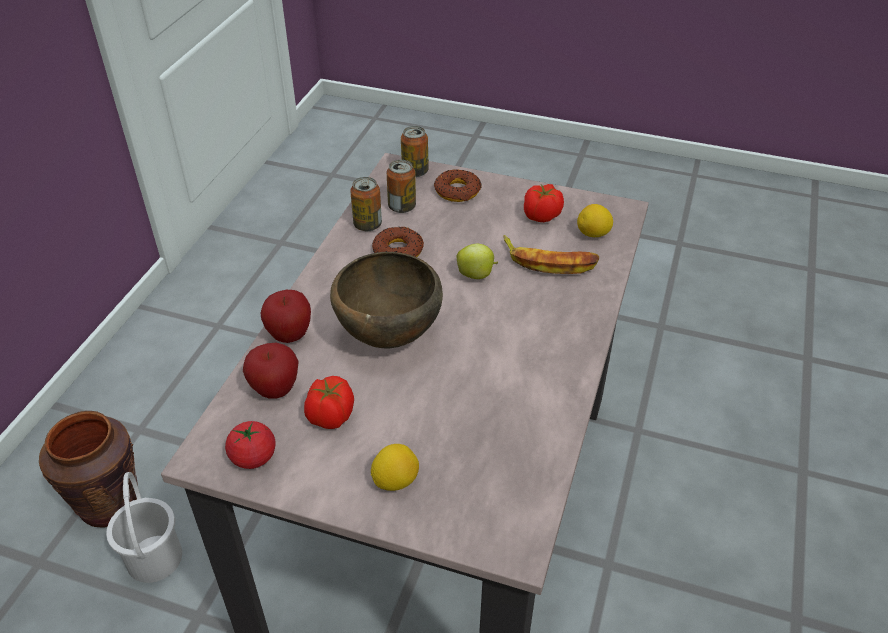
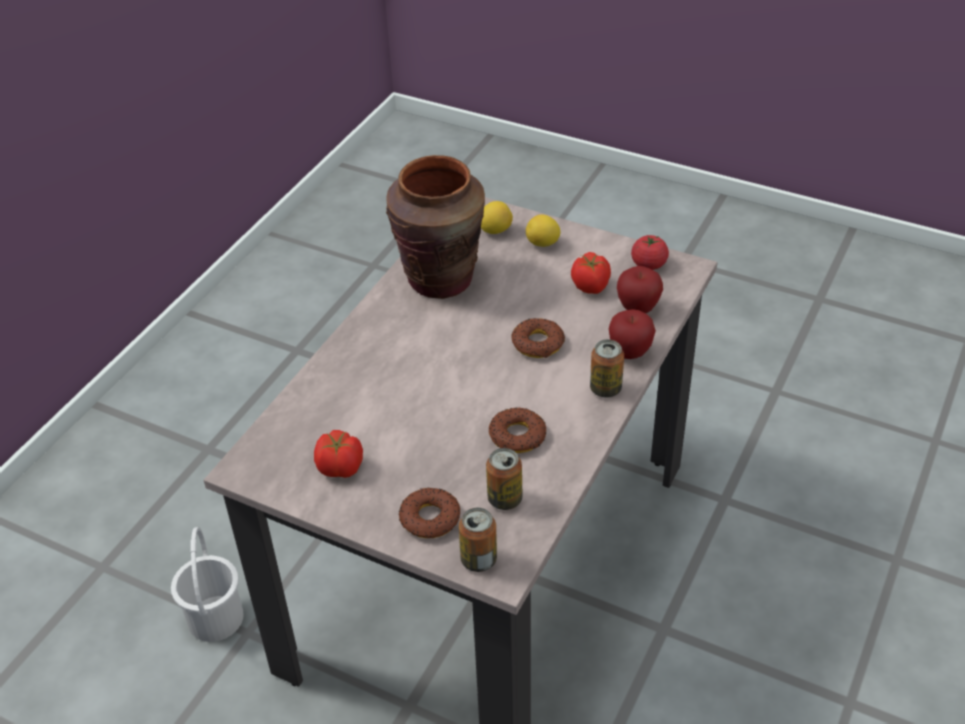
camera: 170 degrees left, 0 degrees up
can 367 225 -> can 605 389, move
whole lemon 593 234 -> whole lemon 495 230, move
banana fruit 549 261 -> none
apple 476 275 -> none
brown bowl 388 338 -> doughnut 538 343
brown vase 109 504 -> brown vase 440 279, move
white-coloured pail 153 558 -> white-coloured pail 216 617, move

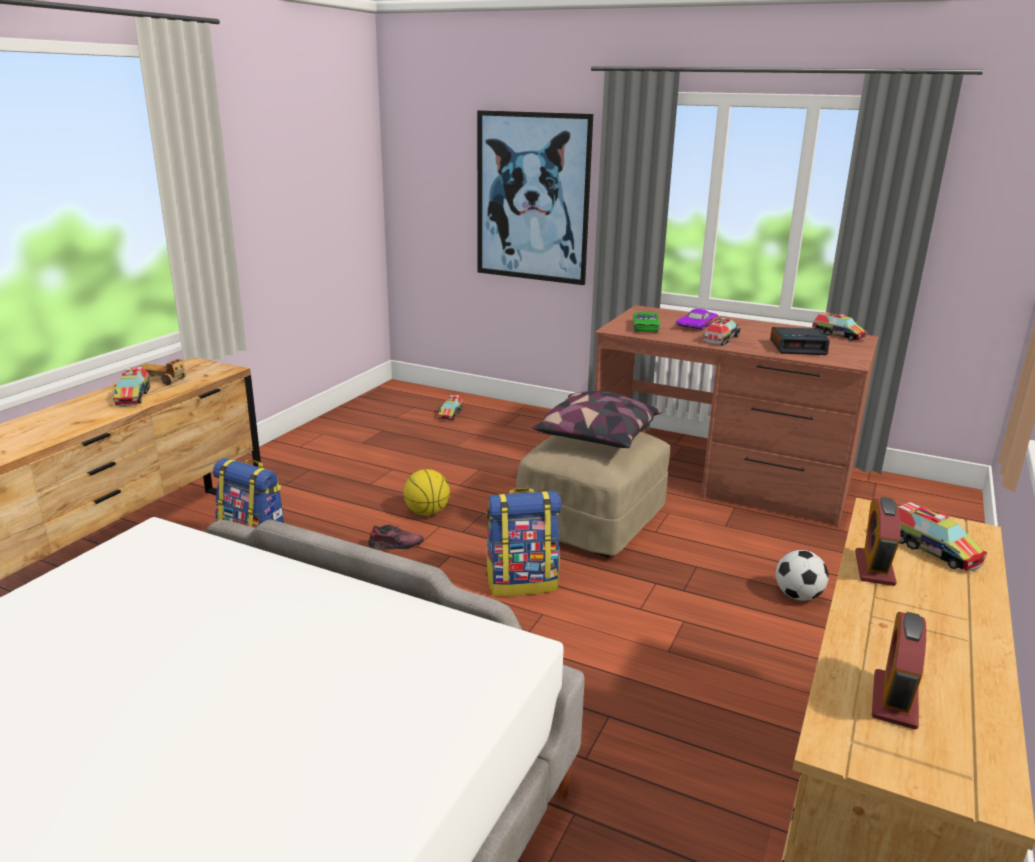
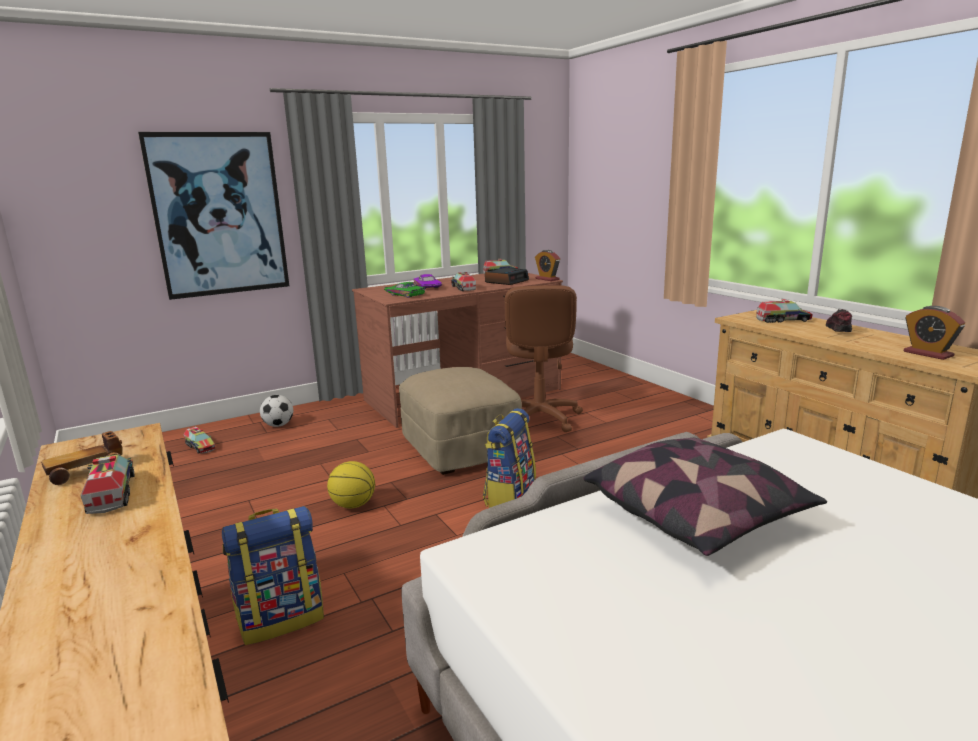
camera: 55 degrees left, 5 degrees down
toy lorry 133 396 -> toy lorry 112 493, 135 degrees counterclockwise
cushion 597 438 -> cushion 698 517, move
table clock 874 568 -> table clock 547 279, move
low shoe 395 545 -> low shoe 837 329, move
football 797 596 -> football 278 425, move
none -> brown computer chair 539 418

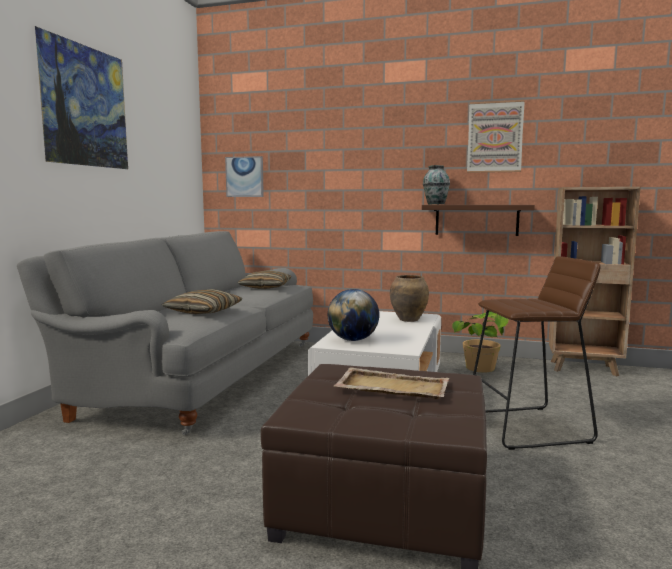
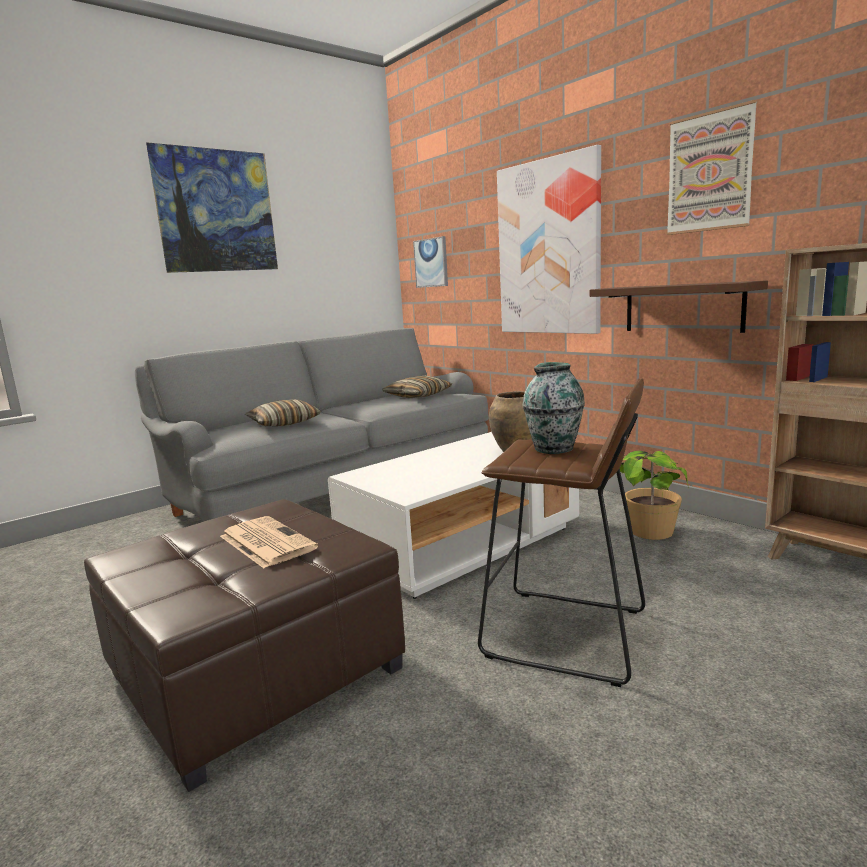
camera: 35 degrees right, 5 degrees up
vase 436 204 -> vase 554 449, move
globe 353 340 -> none
beige-coloured tray 391 387 -> daily paper 265 542
none -> picture 549 248

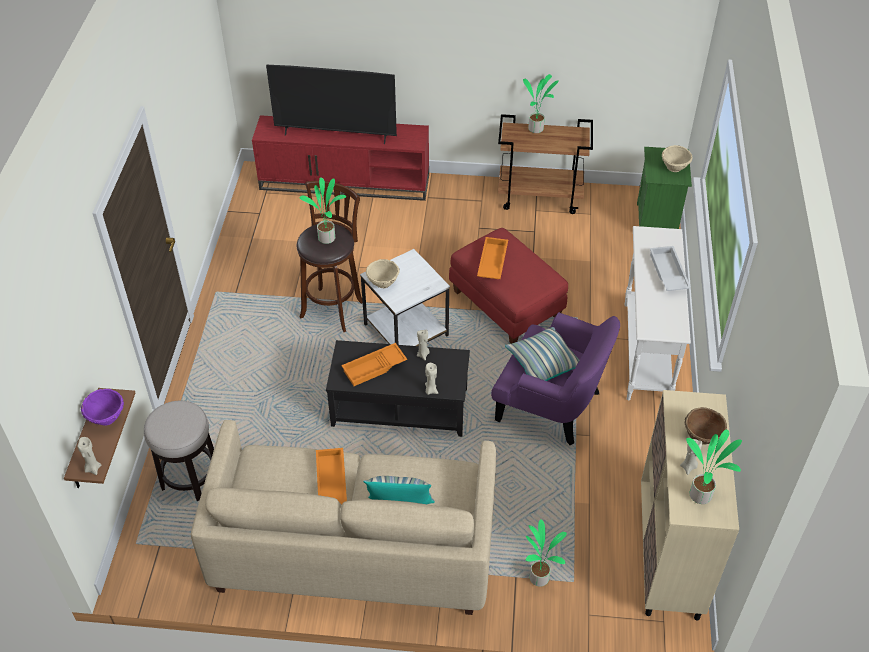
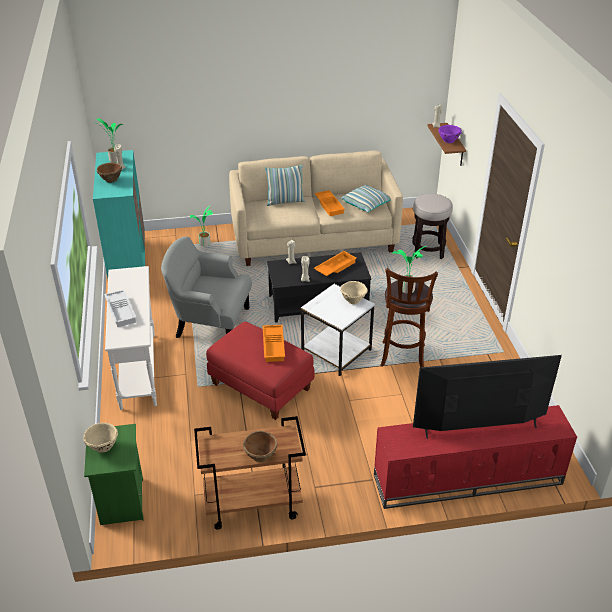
camera: 165 degrees right, 10 degrees down
potted plant 537 129 -> brown bowl 261 456
purplish armchair 551 405 -> gray armchair 210 323
cushion 543 362 -> cushion 366 204, move
beige-coloured cabinet 669 555 -> turquoise cabinet 128 263

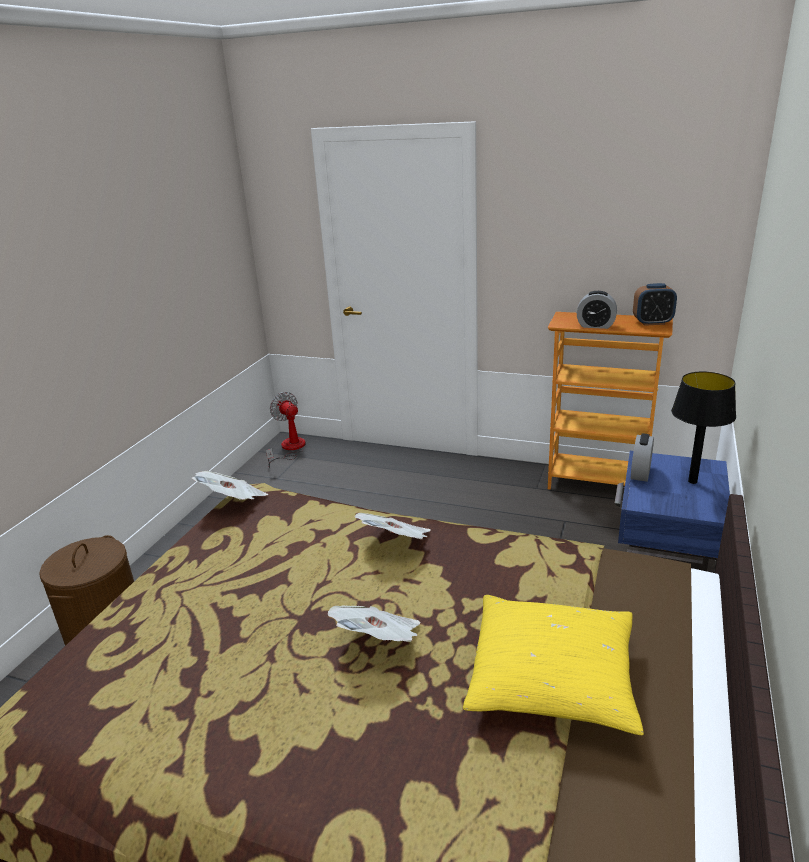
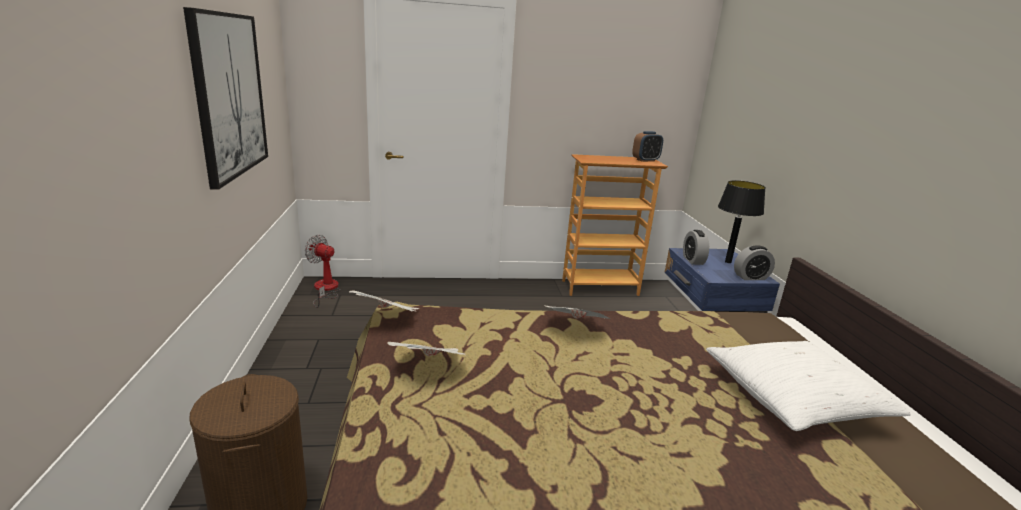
camera: 30 degrees left, 5 degrees down
table clock 595 326 -> table clock 750 277, move
yellow-coloured cushion 552 677 -> white-coloured cushion 794 398
daily paper 379 640 -> daily paper 430 366, move
none -> picture 229 95

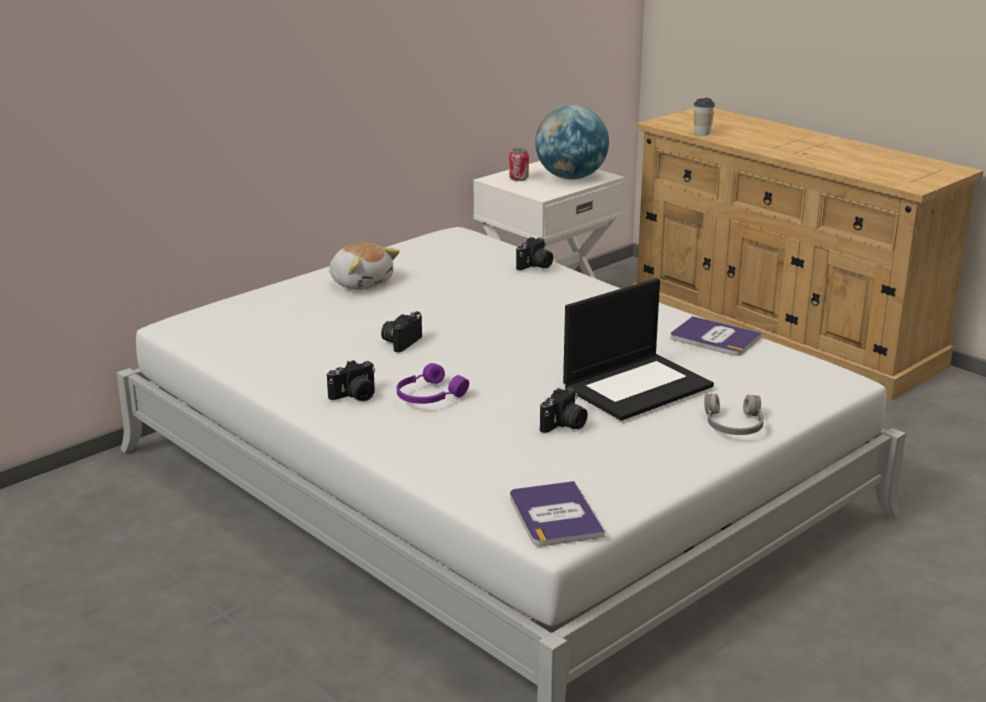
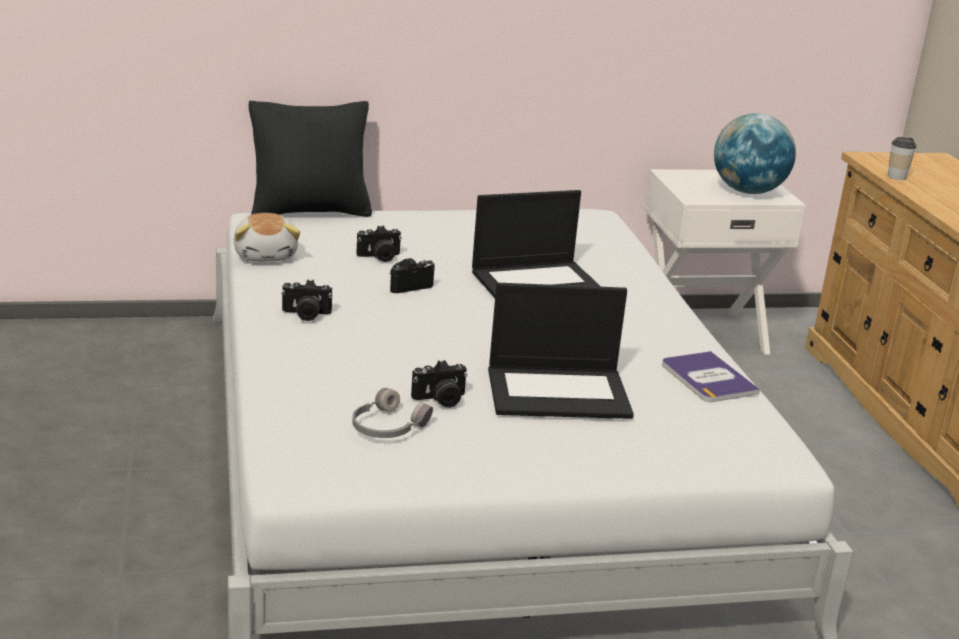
camera: 30 degrees right, 0 degrees up
can 518 178 -> none
still camera 535 266 -> still camera 379 257, move
plush toy 361 283 -> plush toy 266 255, move
purplish headset 428 396 -> none
gray headset 732 425 -> gray headset 387 427, move
book 555 515 -> none
none -> black-coloured cushion 310 212
none -> portable computer 537 282

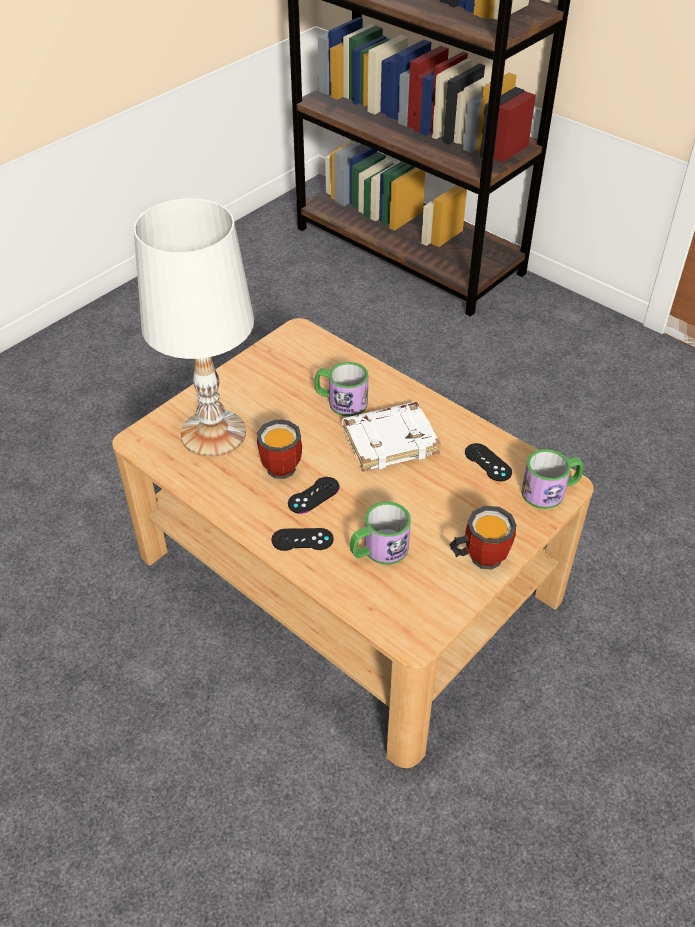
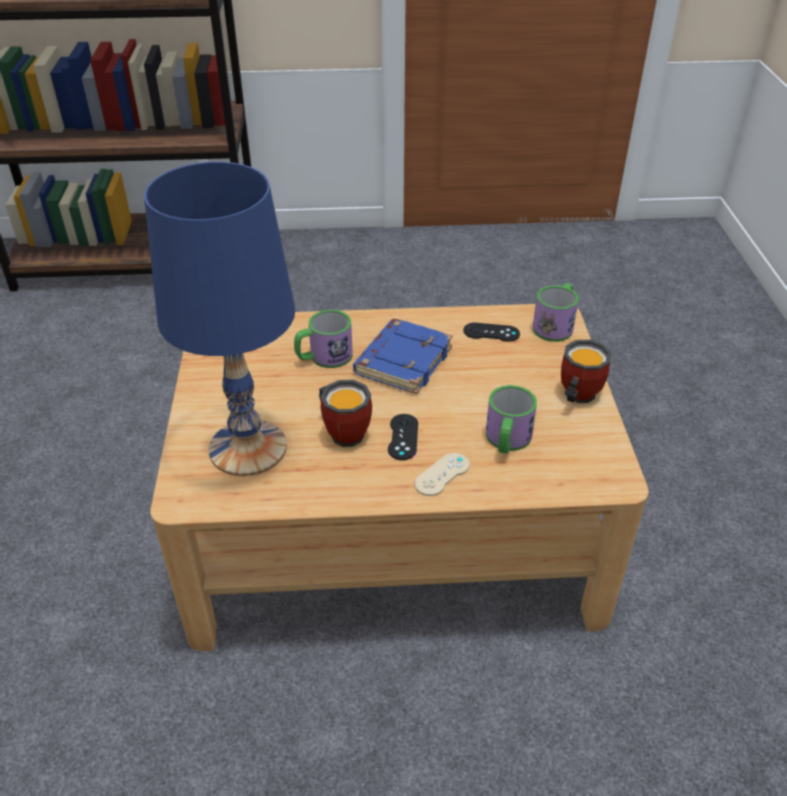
camera: 45 degrees left, 5 degrees down
white-coloured lamp for a table 214 433 -> blue lamp for a table 248 447
white-coloured book 390 440 -> blue book 402 360
black-coloured game controller 302 540 -> beige-coloured game controller 442 474

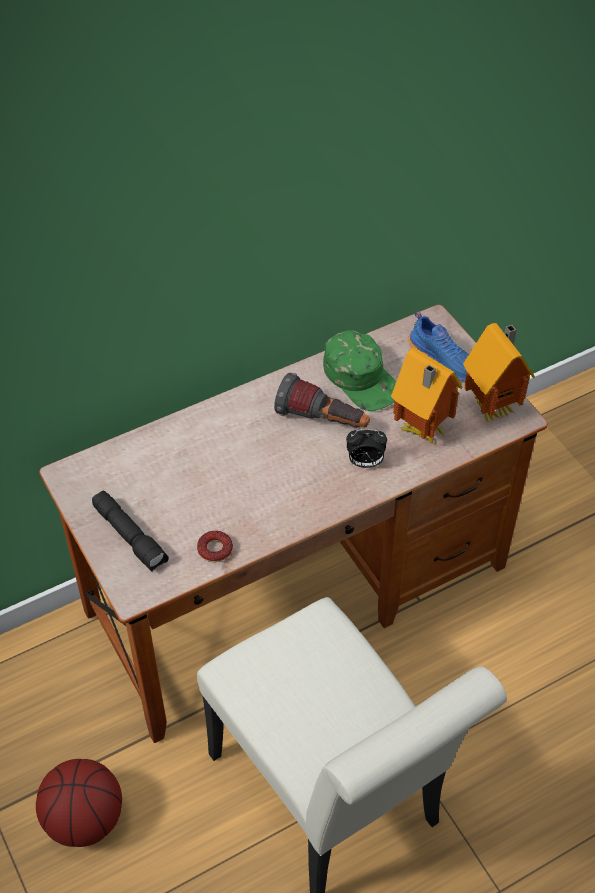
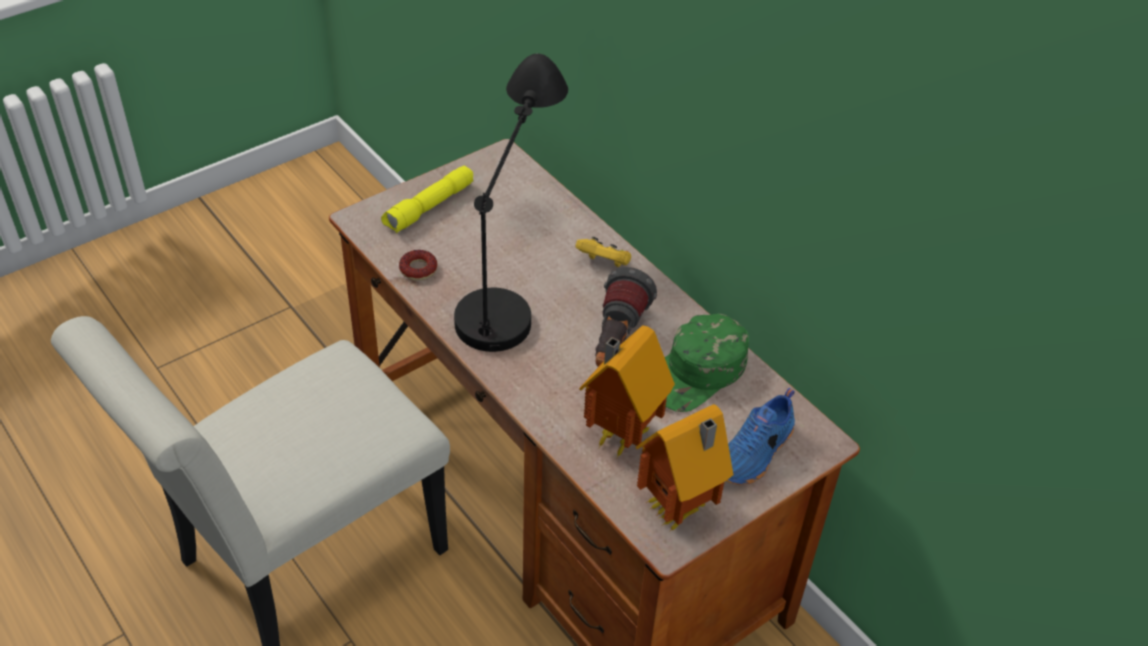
camera: 80 degrees right, 5 degrees down
table clock 365 463 -> none
black-coloured hand torch 131 536 -> yellow-coloured hand torch 429 208
basketball 84 818 -> none
none -> black-coloured lamp for a table 511 277
none -> yellow-coloured game controller 604 263

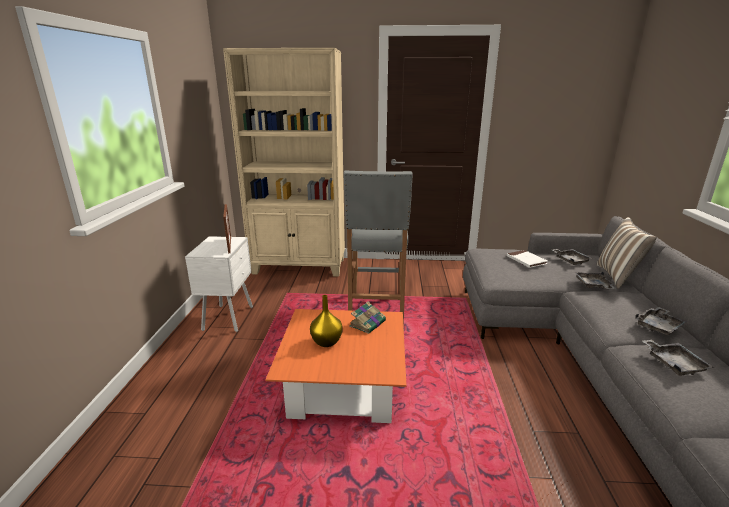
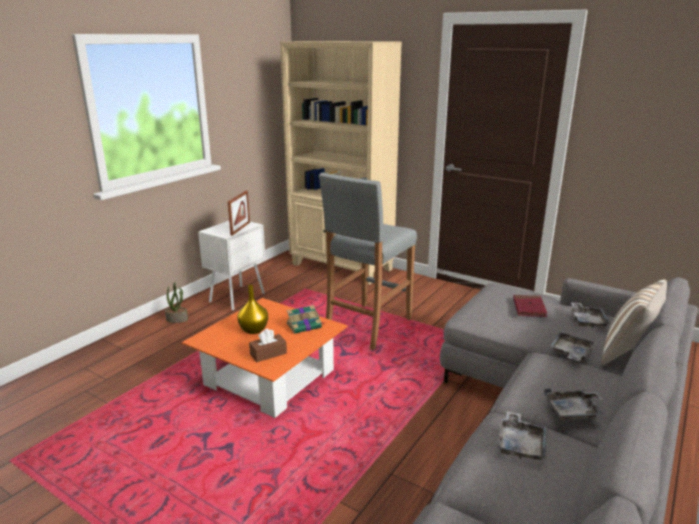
camera: 30 degrees right, 0 degrees up
white-coloured book 526 260 -> red book 529 308
none -> potted plant 177 319
none -> brown tissue box 268 354

